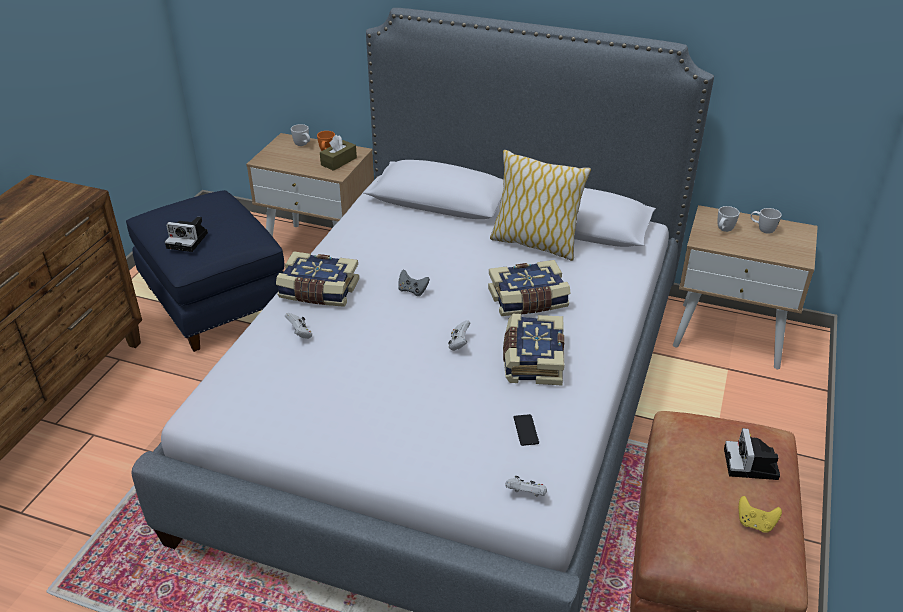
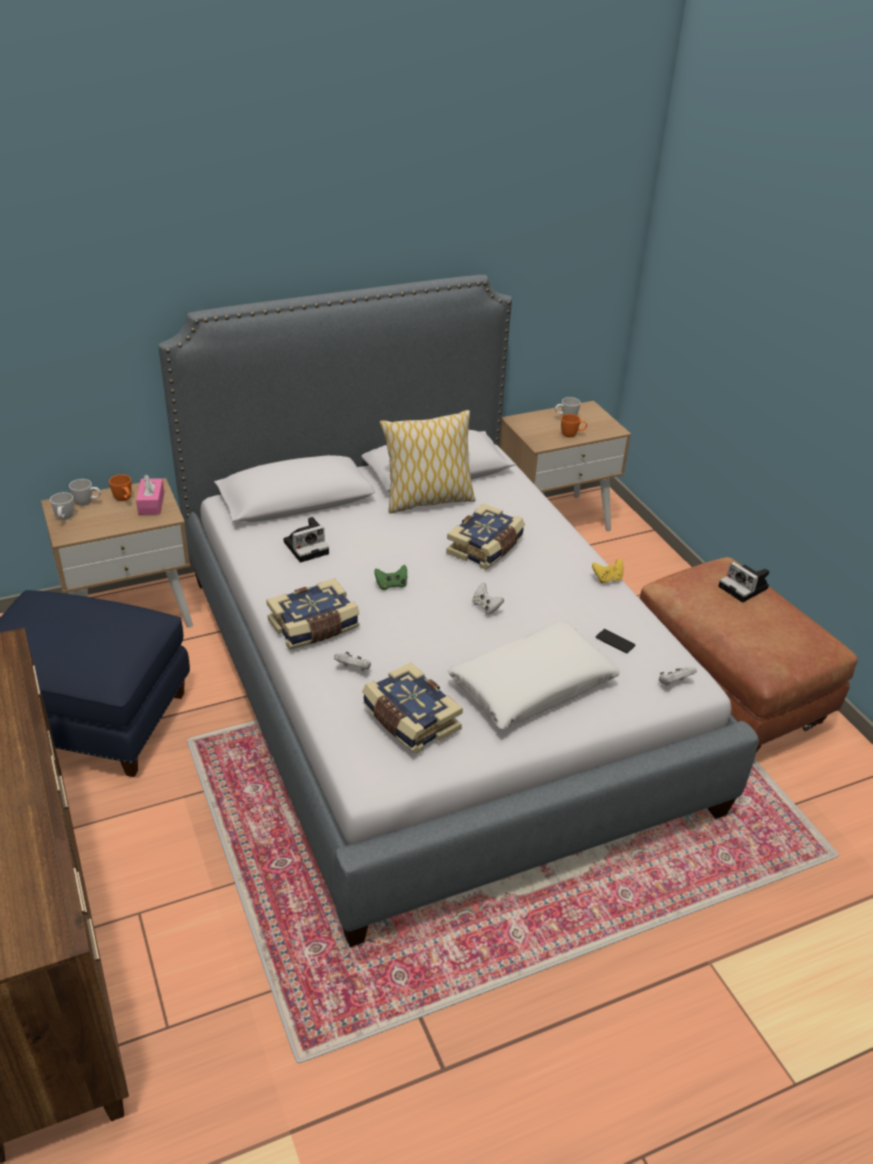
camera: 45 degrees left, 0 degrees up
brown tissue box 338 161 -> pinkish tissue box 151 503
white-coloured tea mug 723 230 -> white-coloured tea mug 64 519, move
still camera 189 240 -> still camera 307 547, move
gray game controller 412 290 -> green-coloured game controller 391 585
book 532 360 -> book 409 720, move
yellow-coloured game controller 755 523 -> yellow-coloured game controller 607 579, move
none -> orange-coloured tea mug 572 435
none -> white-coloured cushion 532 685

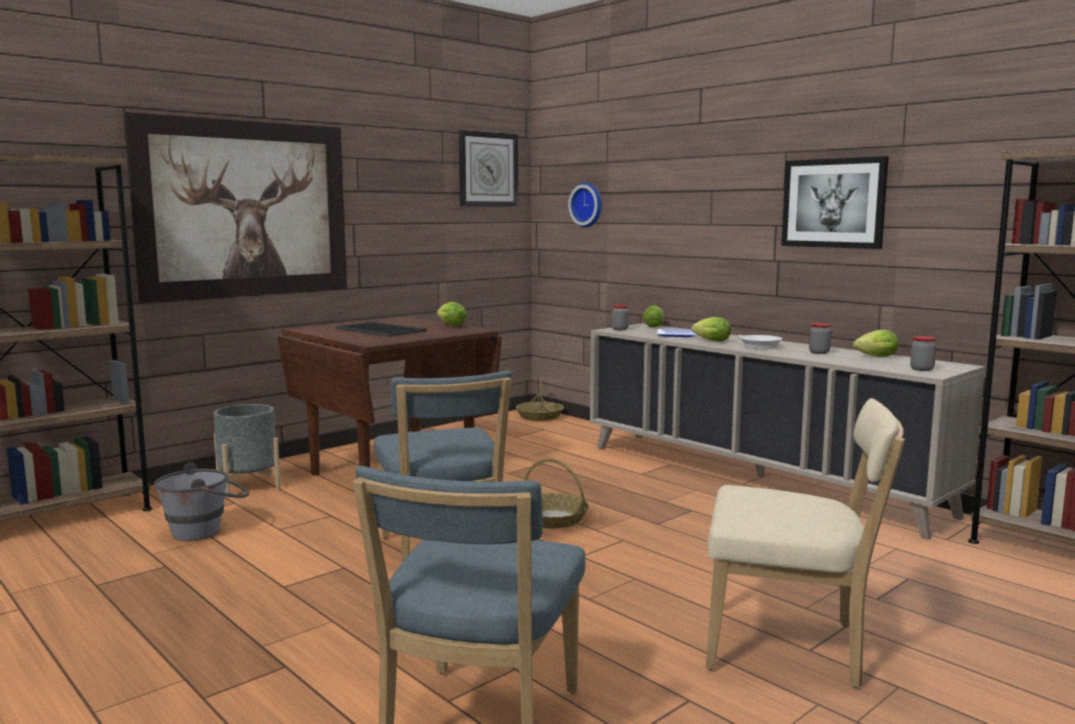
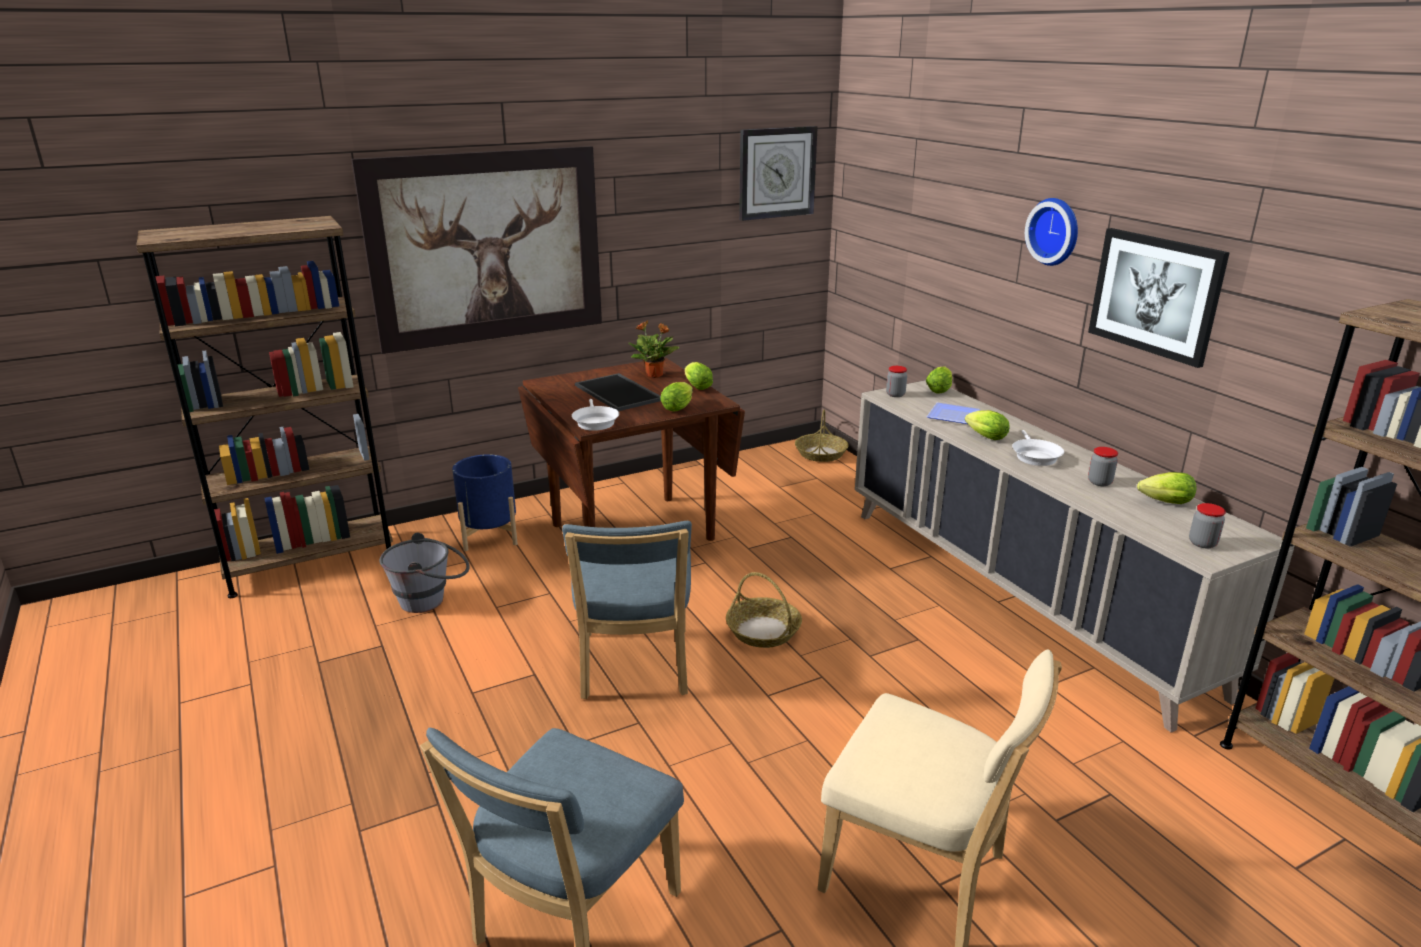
camera: 15 degrees right, 15 degrees up
wall clock 588 205 -> wall clock 1055 231, move
gray plant pot 248 486 -> blue plant pot 489 535
none -> potted plant 655 375
none -> lettuce head 679 407
none -> white-coloured frying pan 595 422

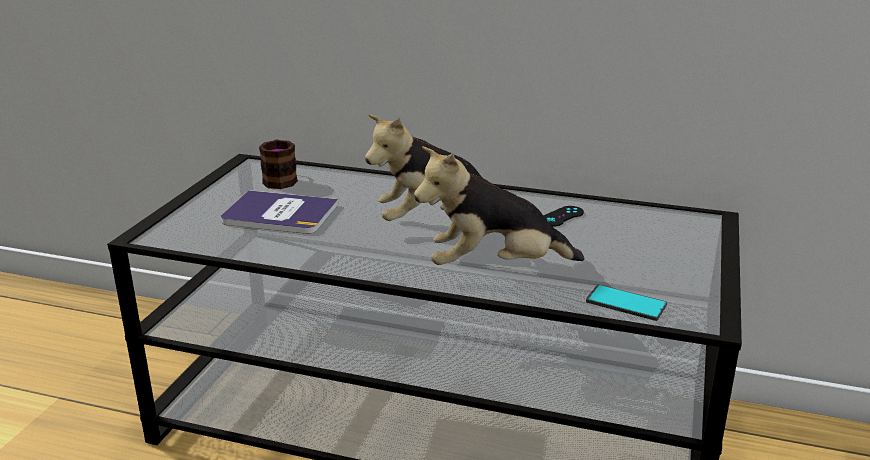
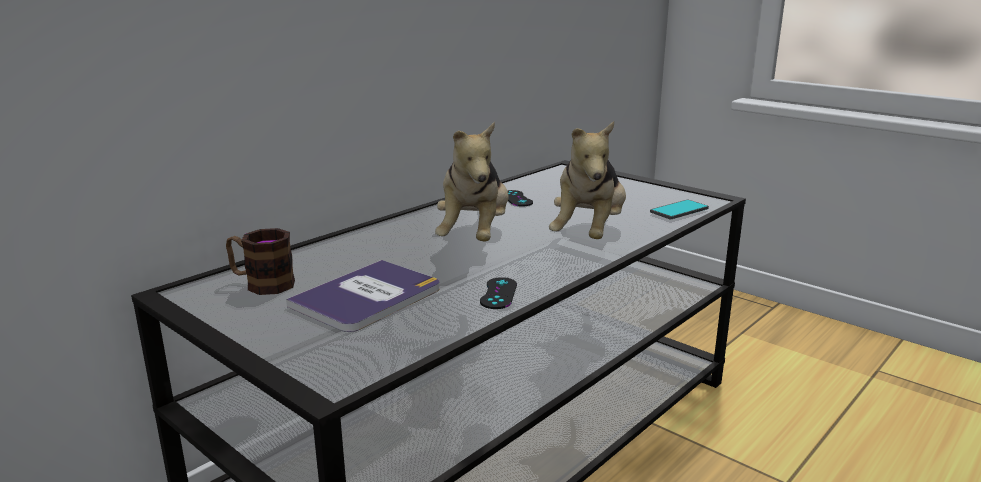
camera: 65 degrees left, 5 degrees down
none -> black-coloured game controller 498 293

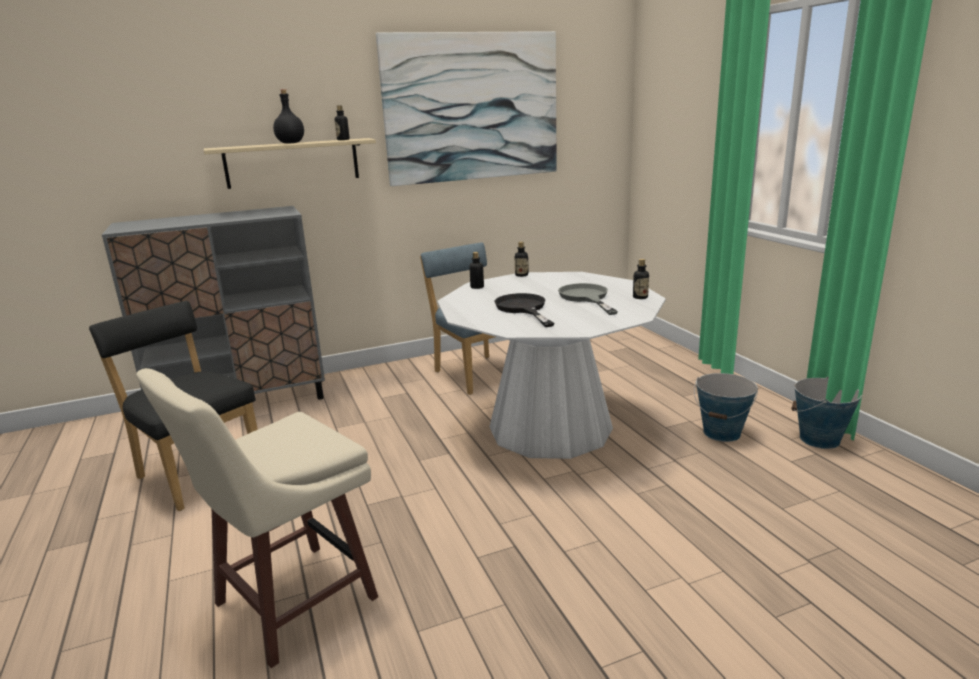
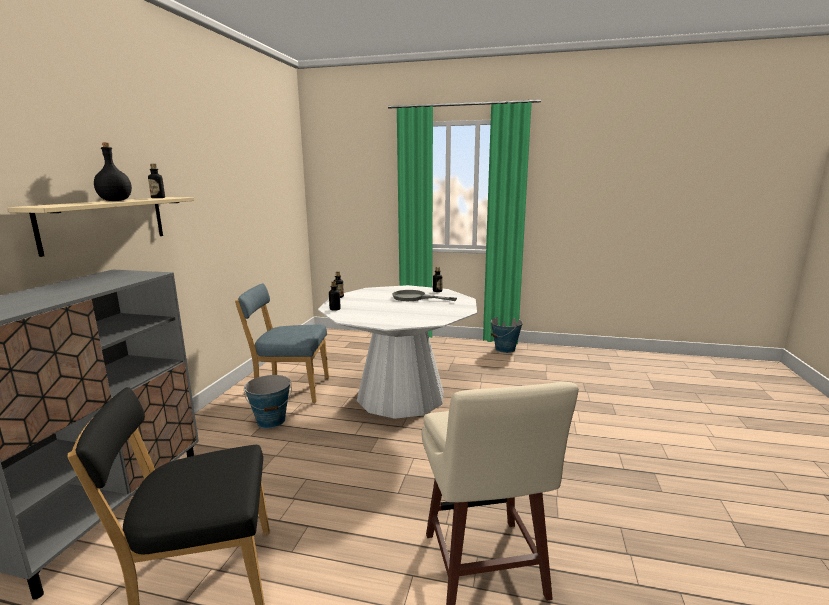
camera: 55 degrees left, 5 degrees down
picture 472 108 -> none
black-coloured frying pan 523 309 -> none
pail 722 433 -> pail 271 421, move

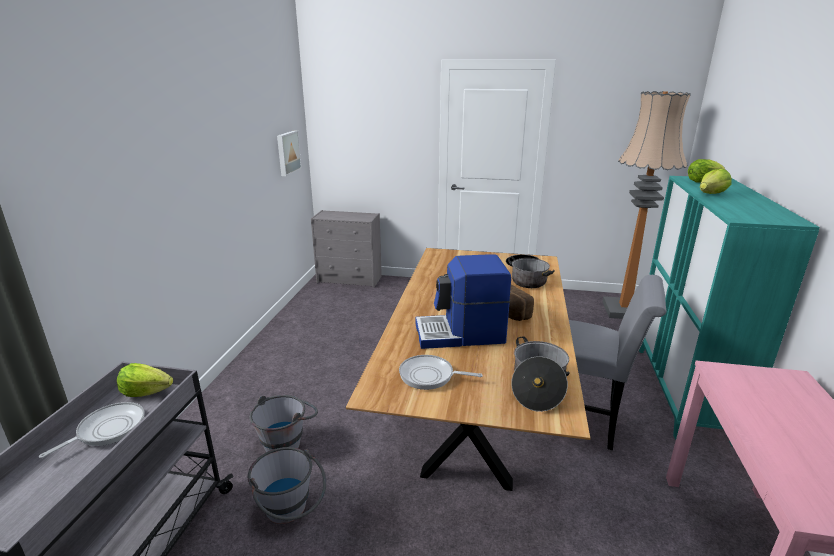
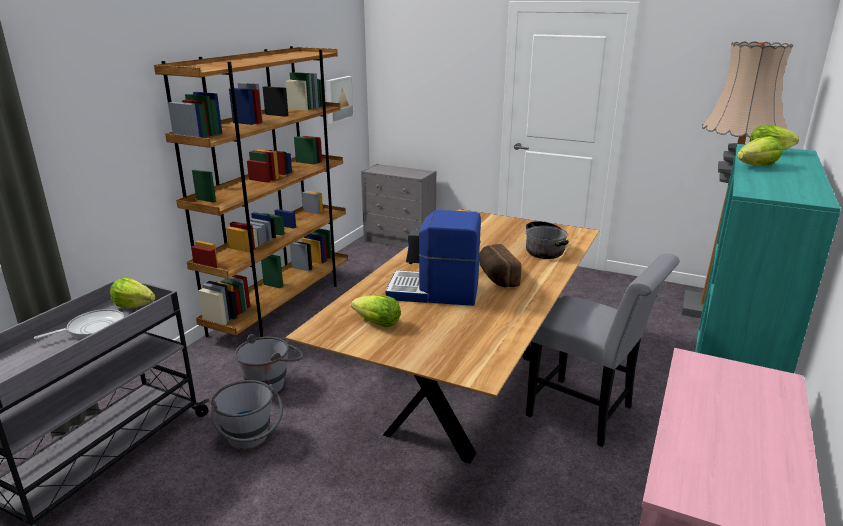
camera: 15 degrees right, 0 degrees up
saucepot 537 386 -> none
frying pan 430 376 -> lettuce head 378 323
none -> brown bookshelf 282 305

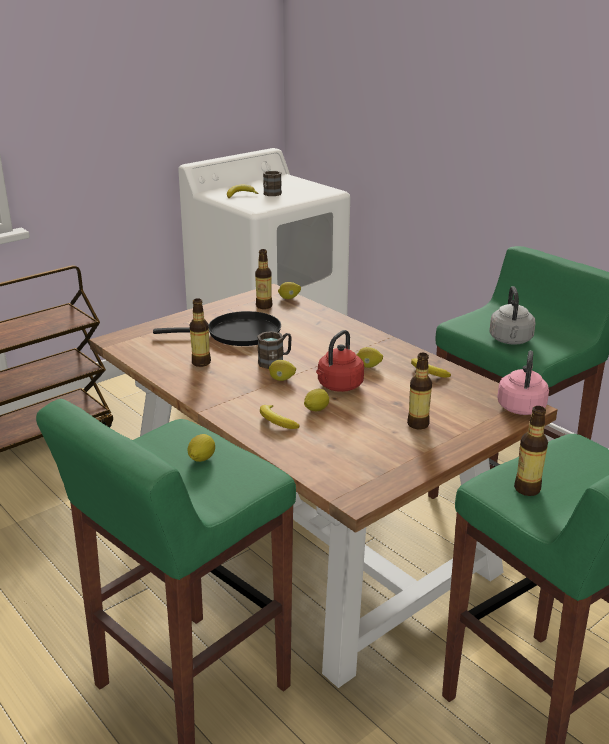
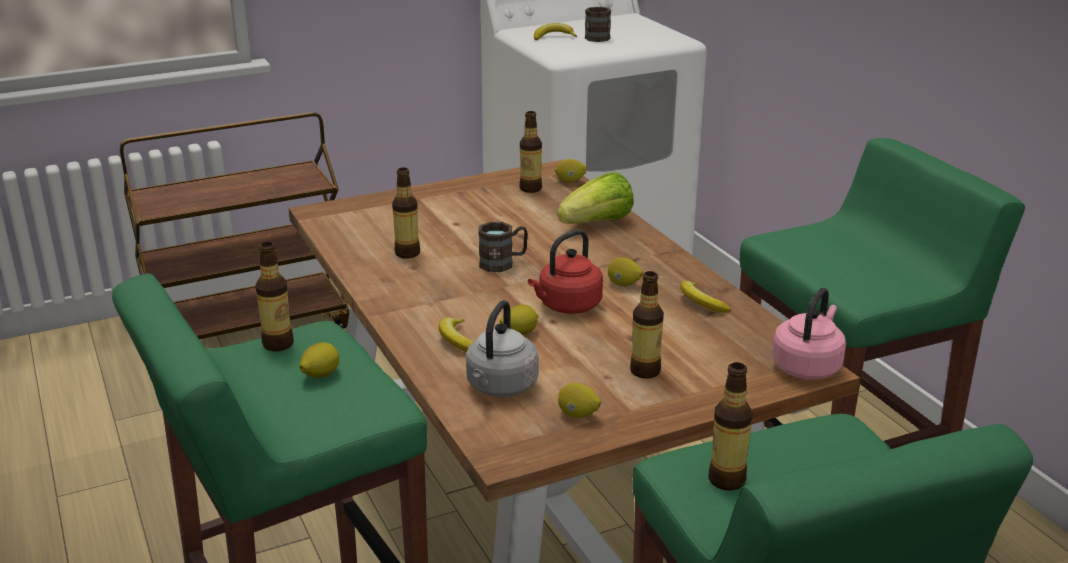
camera: 15 degrees right, 0 degrees up
gray kettle 510 340 -> gray kettle 500 387, move
black-coloured frying pan 238 334 -> none
whole lemon 282 379 -> whole lemon 578 415, move
none -> lettuce head 597 223
none -> drink bottle 278 344

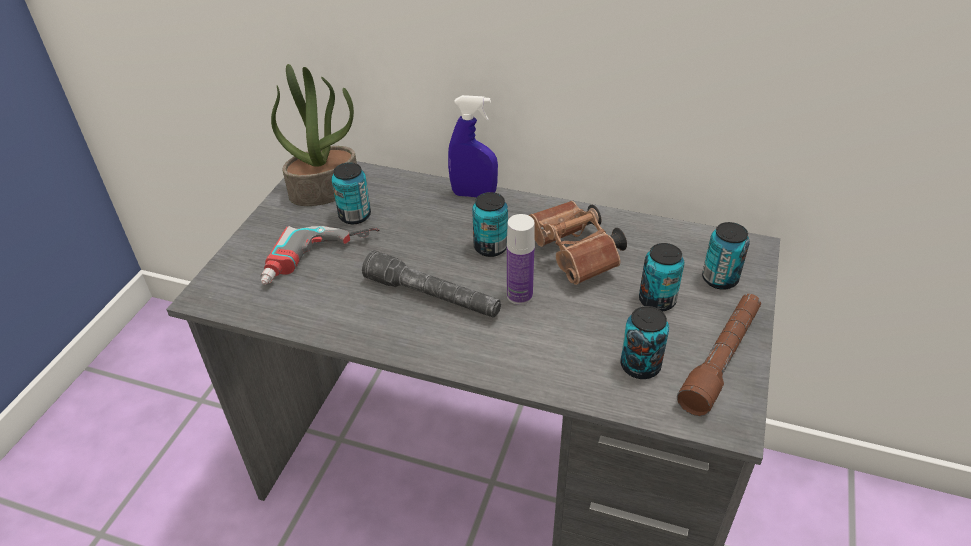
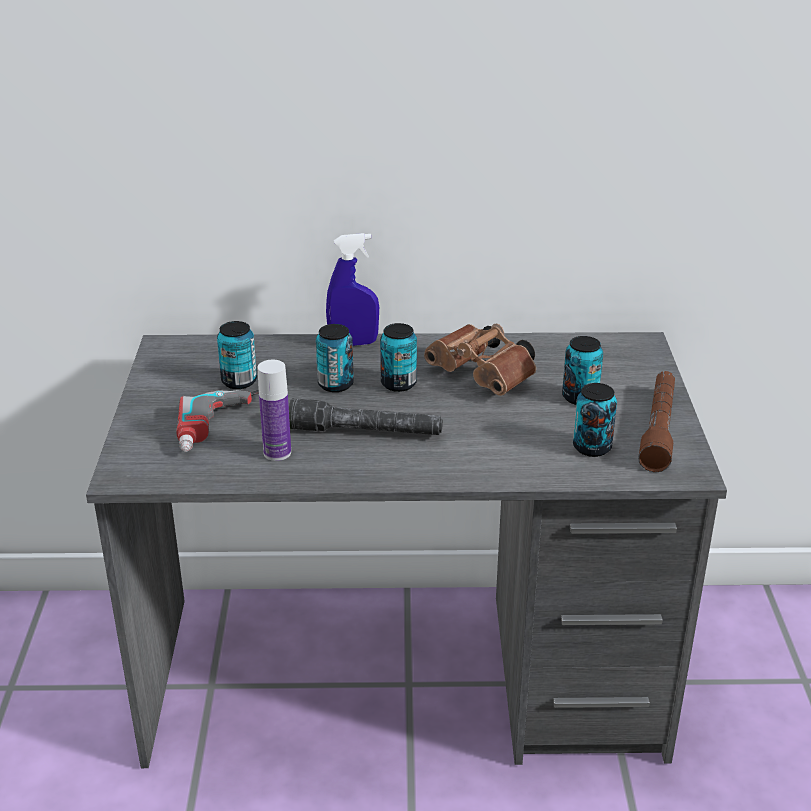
camera: 20 degrees left, 10 degrees down
potted plant 325 189 -> none
drink bottle 519 295 -> drink bottle 277 452, move
can 719 279 -> can 335 384, move

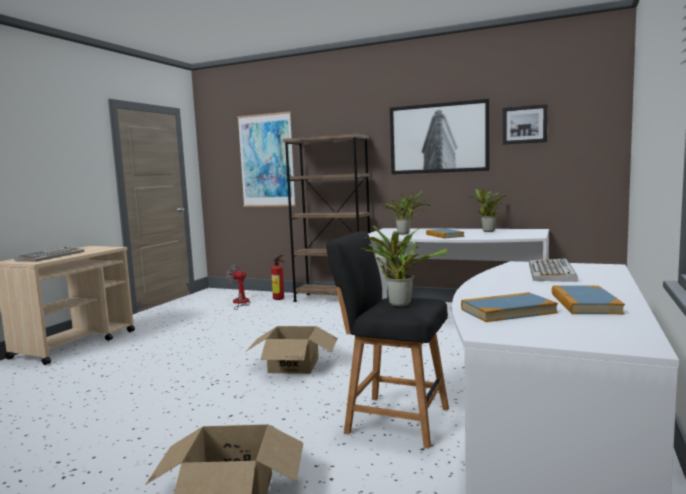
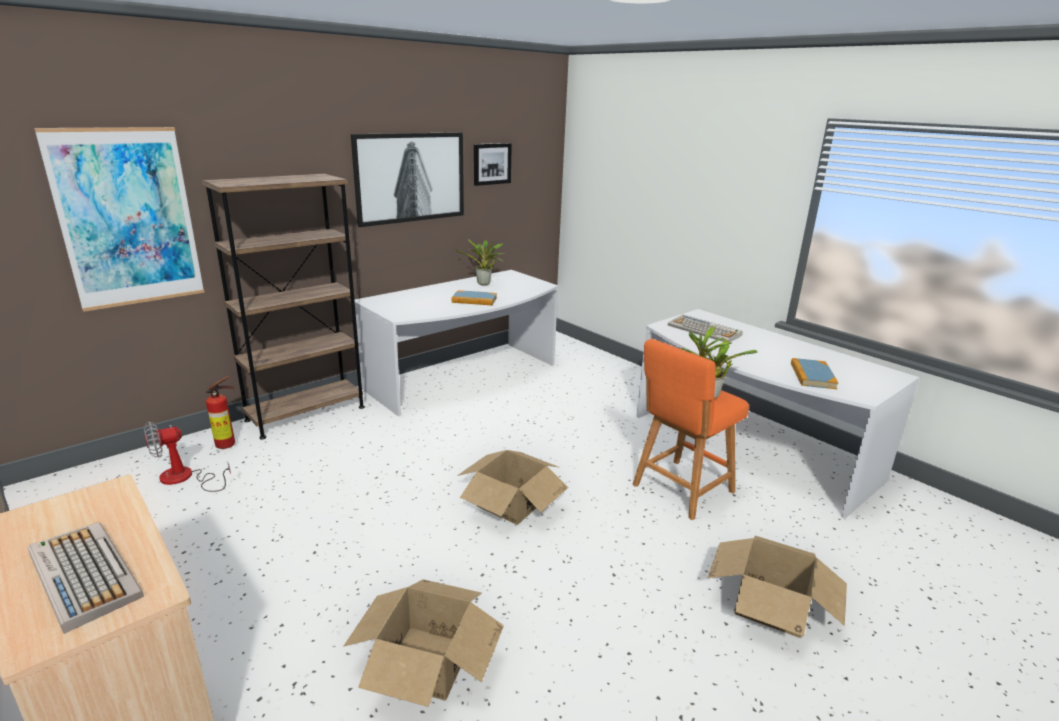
camera: 65 degrees left, 15 degrees up
potted plant 405 233 -> none
black-coloured sitting stool 392 419 -> orange-coloured sitting stool 680 490
book 584 303 -> none
none -> packing box 426 661

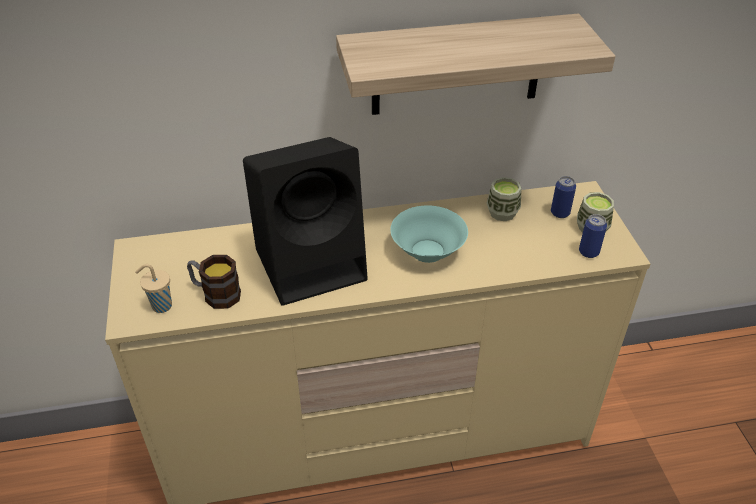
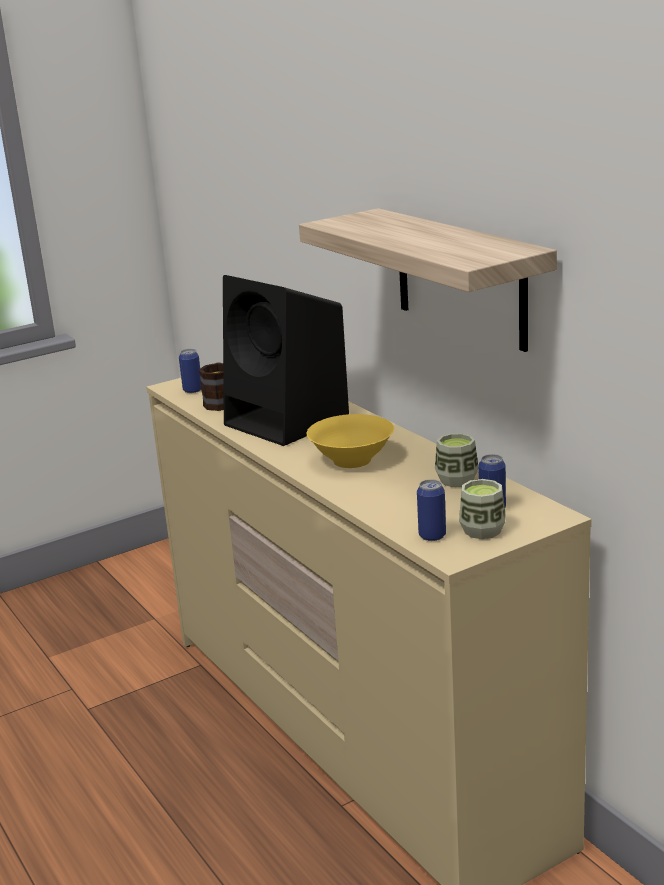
camera: 70 degrees right, 20 degrees down
turquoise bowl 428 251 -> yellow-coloured bowl 352 460
beige-coloured drinking cup 160 306 -> can 192 390

